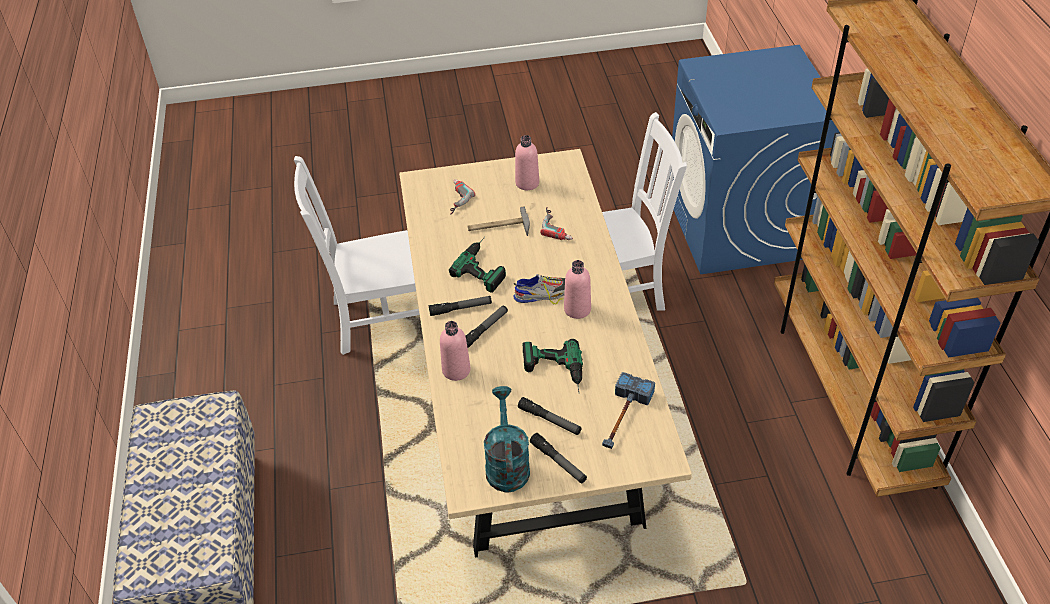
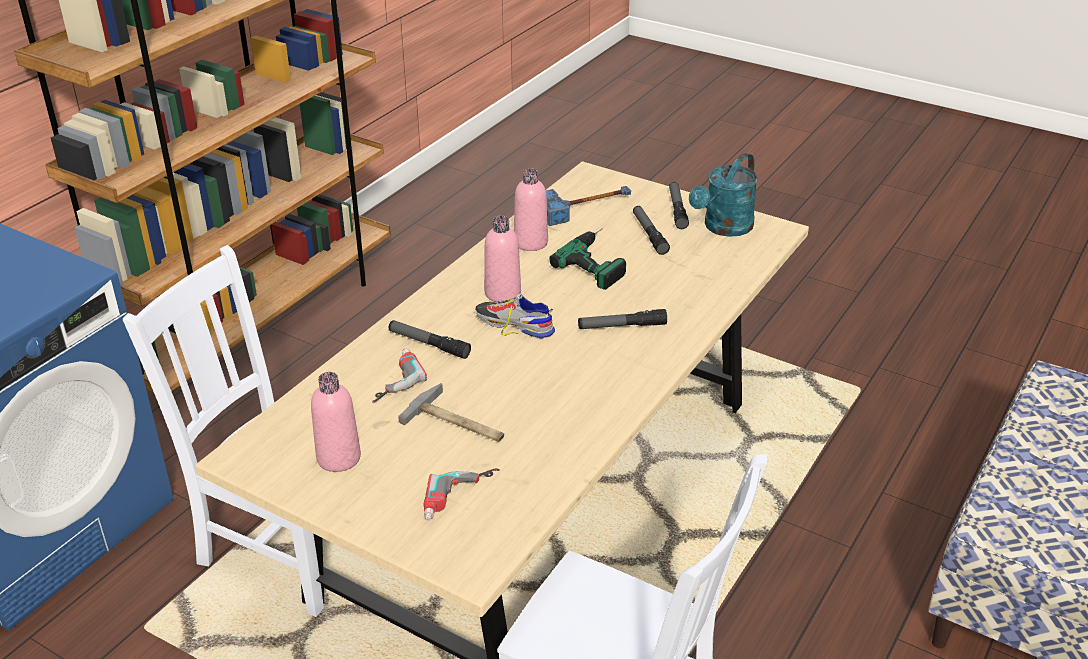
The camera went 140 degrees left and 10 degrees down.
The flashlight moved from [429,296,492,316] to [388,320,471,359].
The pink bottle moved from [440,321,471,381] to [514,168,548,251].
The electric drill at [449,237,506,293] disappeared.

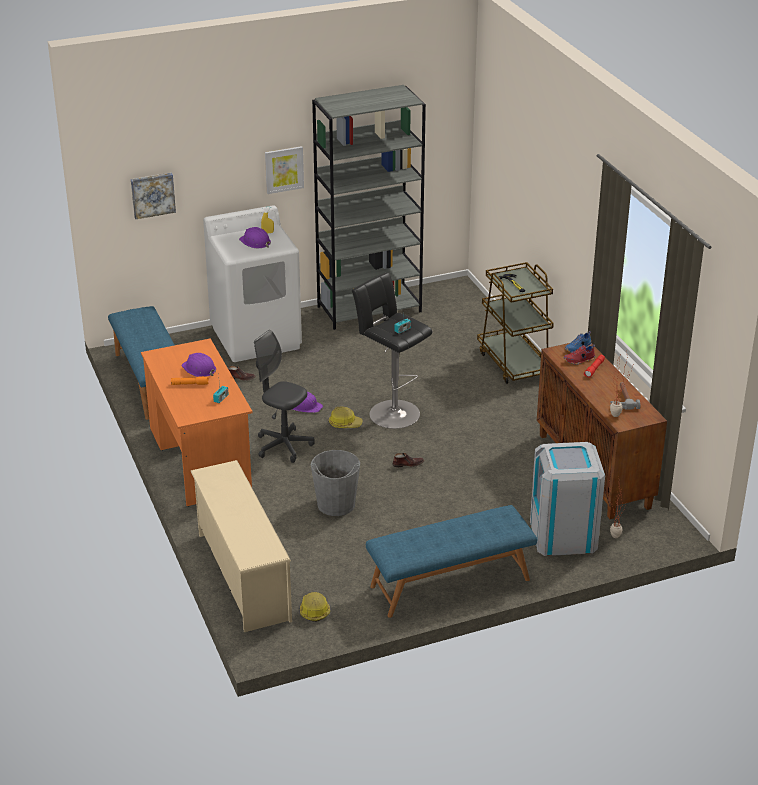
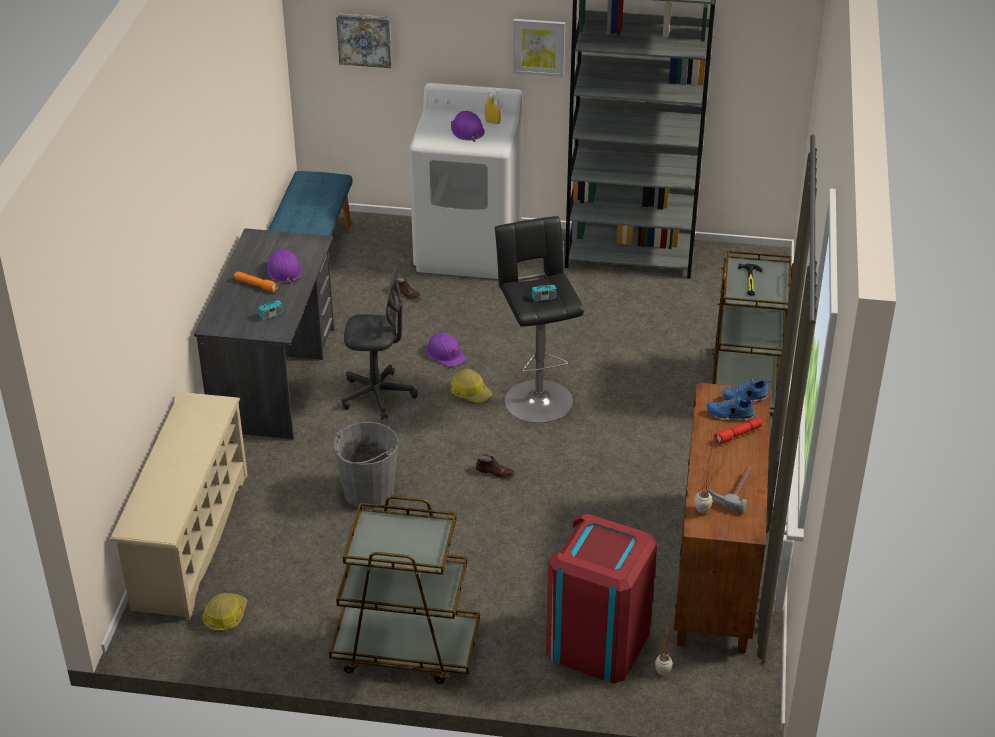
The camera went 30 degrees right and 5 degrees up.
The orangey desk at [141,338,253,506] became the grey desk at [194,228,334,439].
The grey computer chair at [254,330,315,463] turned 120 degrees clockwise.
The bluish long seat at [366,505,537,618] was replaced by the brown-coloured trolley at [329,496,480,684].
The grey rubbish bin at [530,442,605,556] became the red rubbish bin at [546,514,657,683].
The red low shoe at [564,344,595,365] became the bluish low shoe at [706,397,756,421].

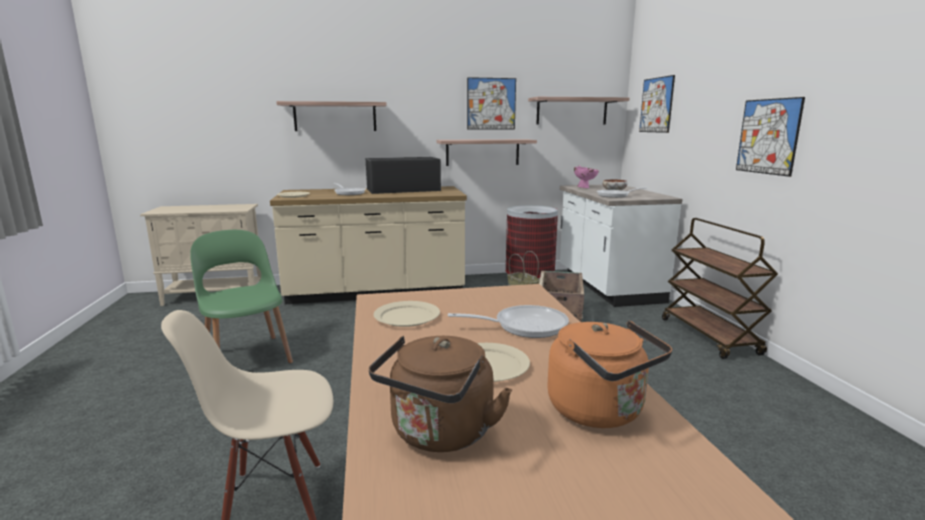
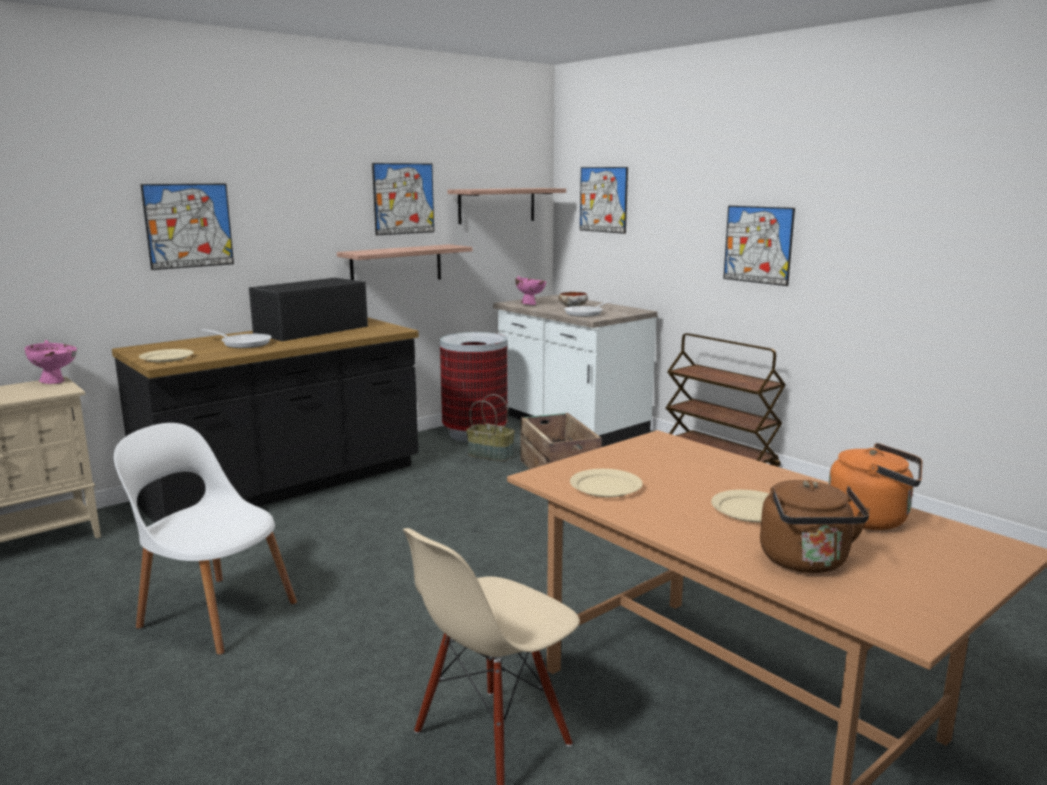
The camera went 30 degrees left and 0 degrees up.
The green chair at [190,230,293,363] became the whitish chair at [114,423,297,655].
The sand-coloured counter at [270,186,467,304] became the black counter at [112,317,419,523].
The shelf at [276,101,387,131] was replaced by the wall picture at [141,183,234,270].
The pan at [448,305,569,338] disappeared.
The pink bowl at [25,340,77,384] appeared.

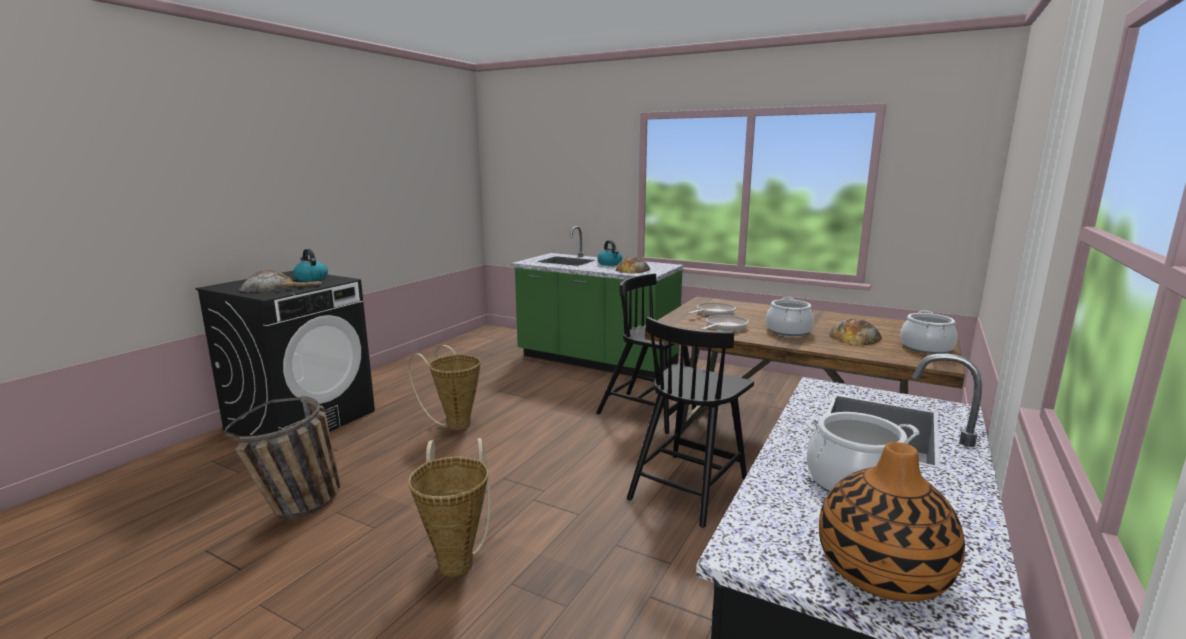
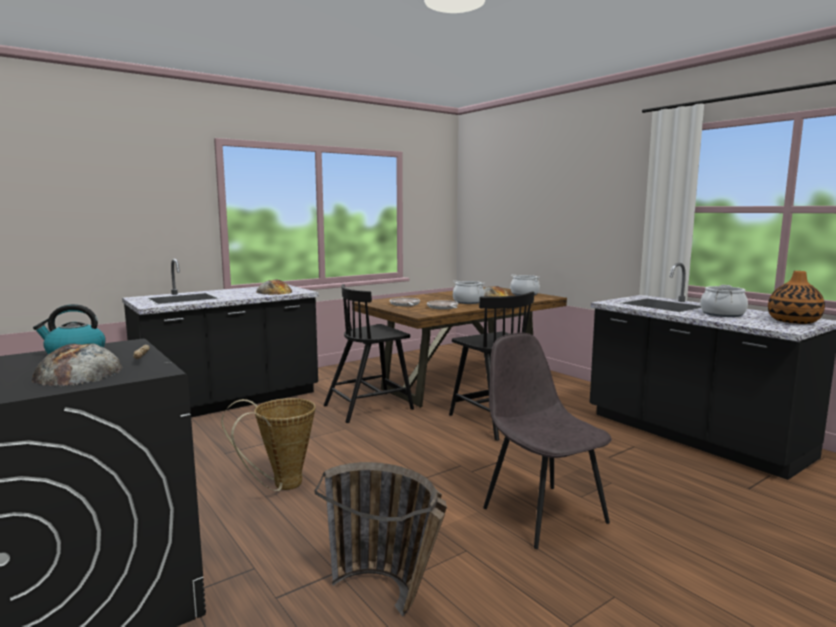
The camera went 65 degrees left and 5 degrees down.
The storage basket at [408,438,491,577] was replaced by the grey chair at [483,333,612,549].
The green counter at [511,226,684,379] became the black counter at [122,259,319,417].
The water kettle at [597,240,622,266] disappeared.

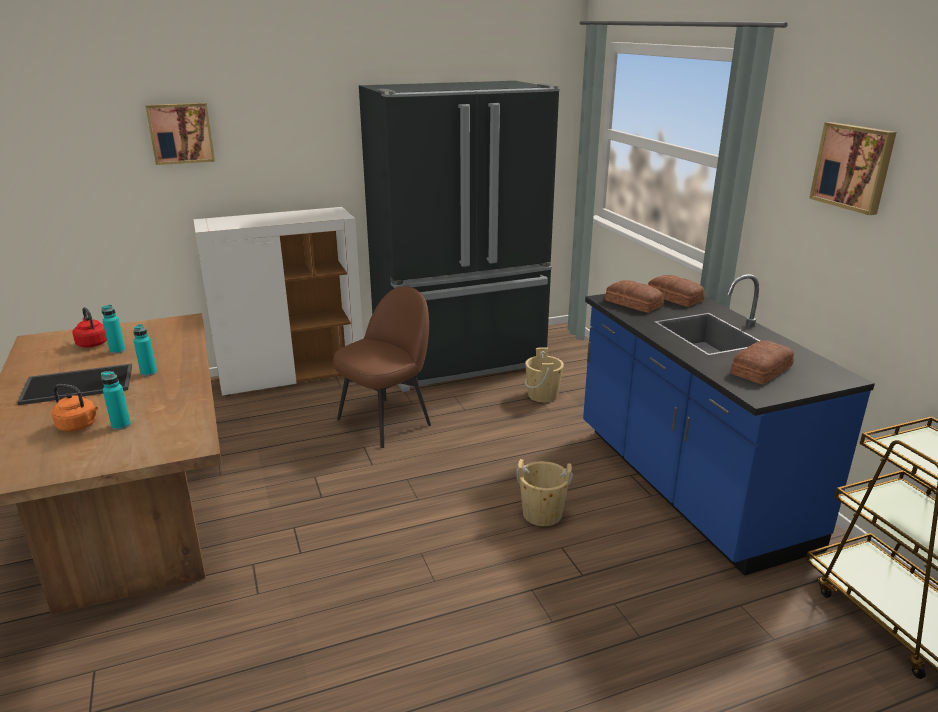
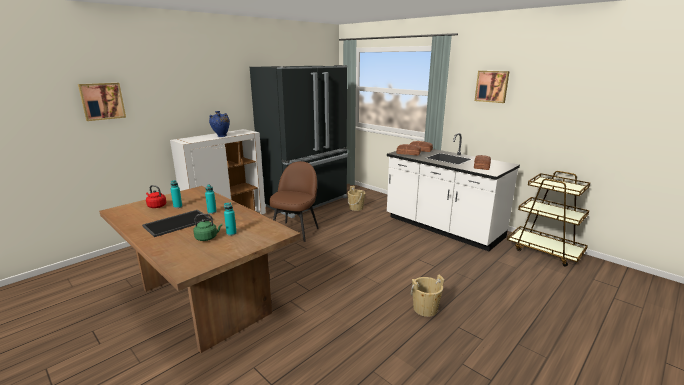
The camera went 25 degrees left and 5 degrees down.
The orangey water kettle at [52,384,98,432] became the green water kettle at [193,214,222,241].
The wall picture moved from [145,103,215,165] to [78,83,126,121].
The sand-coloured pail moved from [516,459,573,526] to [411,275,444,317].
The bluish counter at [583,274,875,576] became the whitish counter at [387,133,520,251].
The bluish decorative vase at [209,111,230,137] appeared.

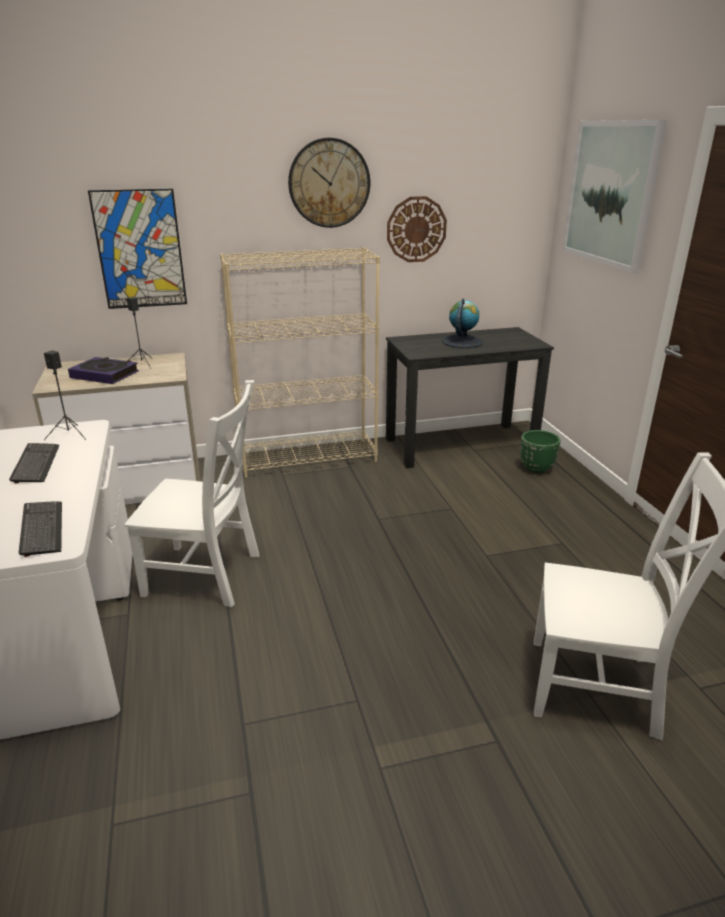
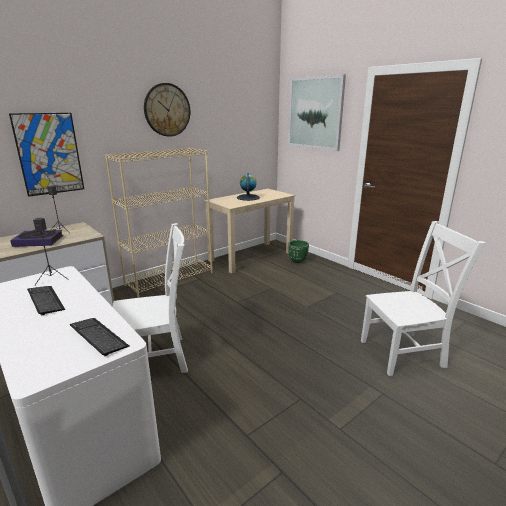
The camera went 25 degrees left and 5 degrees down.
The black desk at [386,327,554,468] became the sand-coloured desk at [204,189,295,273].
The hanging clock at [387,196,447,262] disappeared.

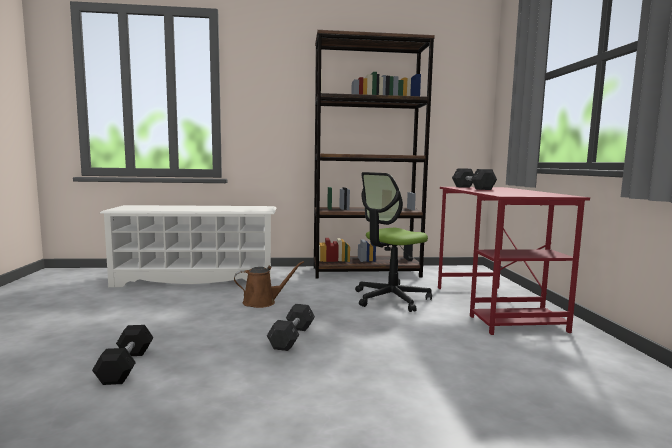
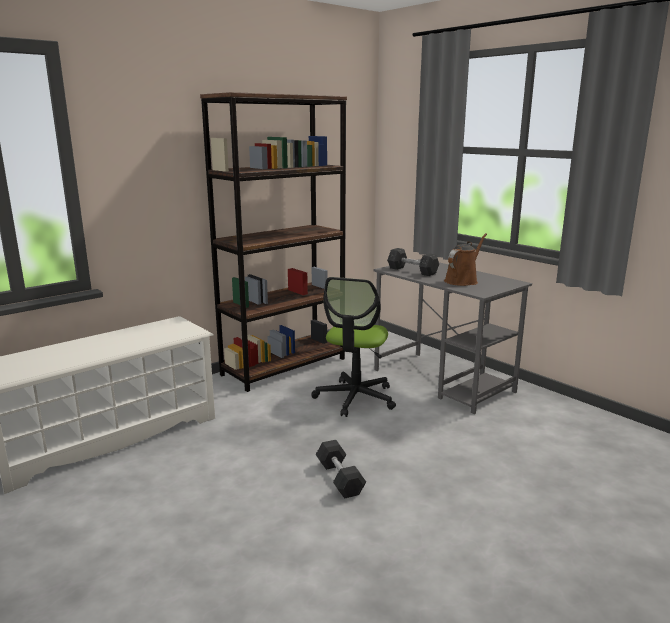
The camera went 35 degrees left and 10 degrees up.
The black hand weight at [92,325,154,385] disappeared.
The brown-coloured watering pot moved from [234,261,304,308] to [444,233,487,286].
The red desk at [438,187,590,335] became the grey desk at [373,259,532,414].

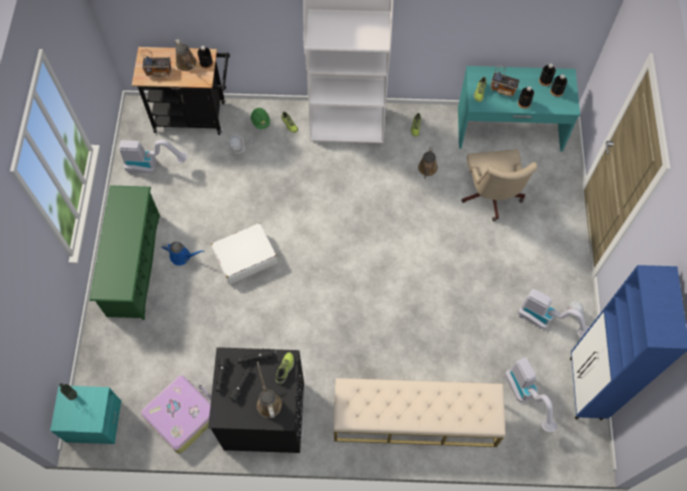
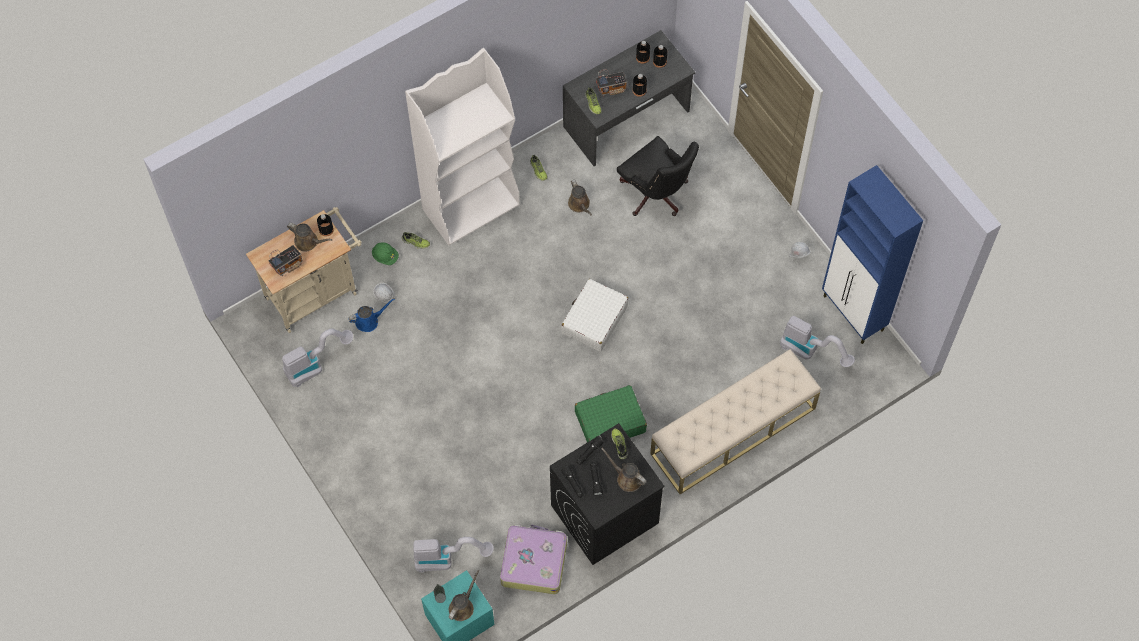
The camera went 35 degrees left and 0 degrees up.
The green shoe rack at [89,185,160,320] disappeared.
The black trolley at [132,47,230,135] became the sand-coloured trolley at [246,207,362,333].
The bluish watering pot moved from [161,242,204,266] to [348,298,395,332].
The whitish piece of luggage moved from [211,223,277,284] to [561,279,628,352].
The turquoise-coloured desk at [458,66,580,152] became the grey desk at [563,30,695,166].
The sand-coloured computer chair at [461,149,537,221] became the black computer chair at [617,136,699,216].
The hoover moved from [518,289,589,338] to [413,537,494,573].
The brown-coloured watering pot at [449,570,479,621] appeared.
The green piece of luggage at [575,385,647,442] appeared.

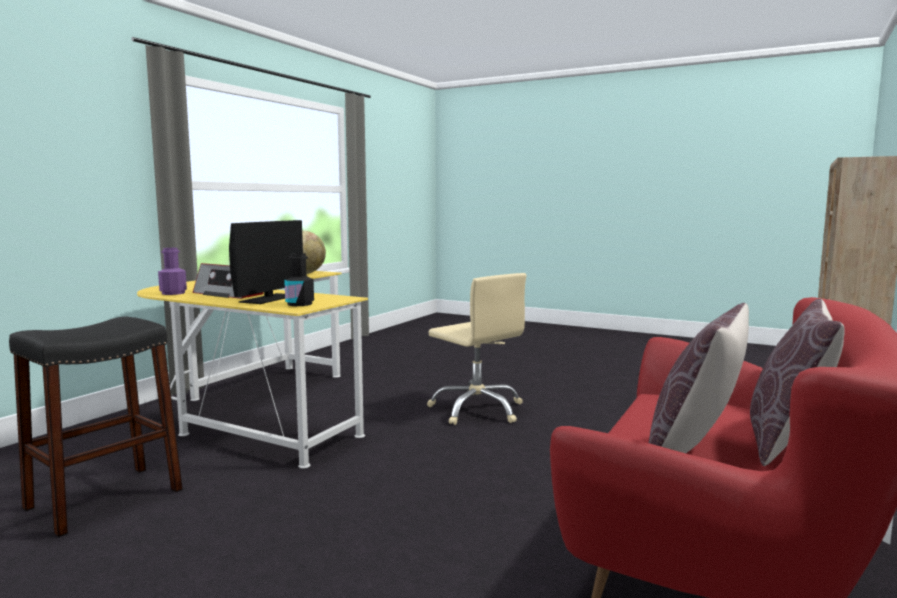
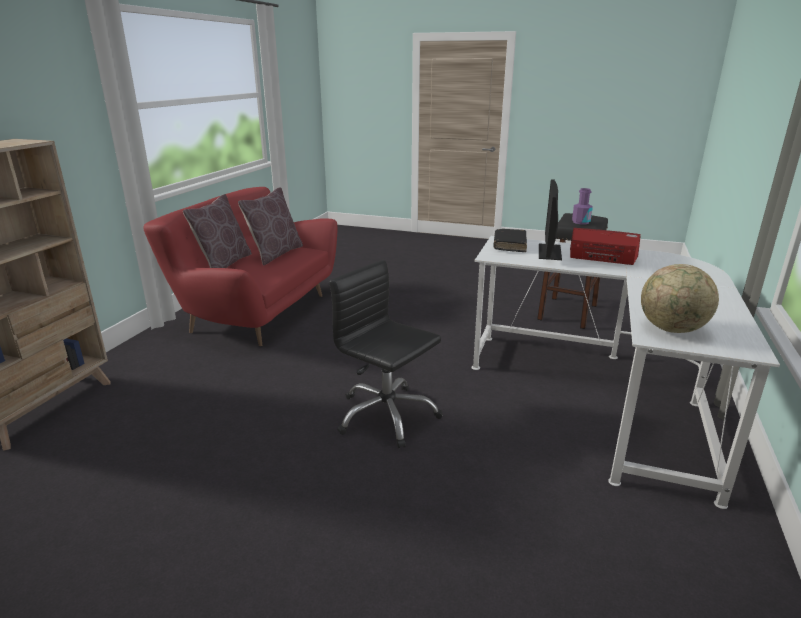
The camera went 170 degrees right and 15 degrees up.
The yellowish desk at [137,271,368,469] became the whitish desk at [471,236,780,509].
The purple-coloured bottle moved from [158,248,187,295] to [572,188,593,225].
The black bottle at [284,253,314,306] was replaced by the black volume at [494,229,527,252].
The sand-coloured computer chair at [427,273,526,425] became the black computer chair at [329,260,443,448].

